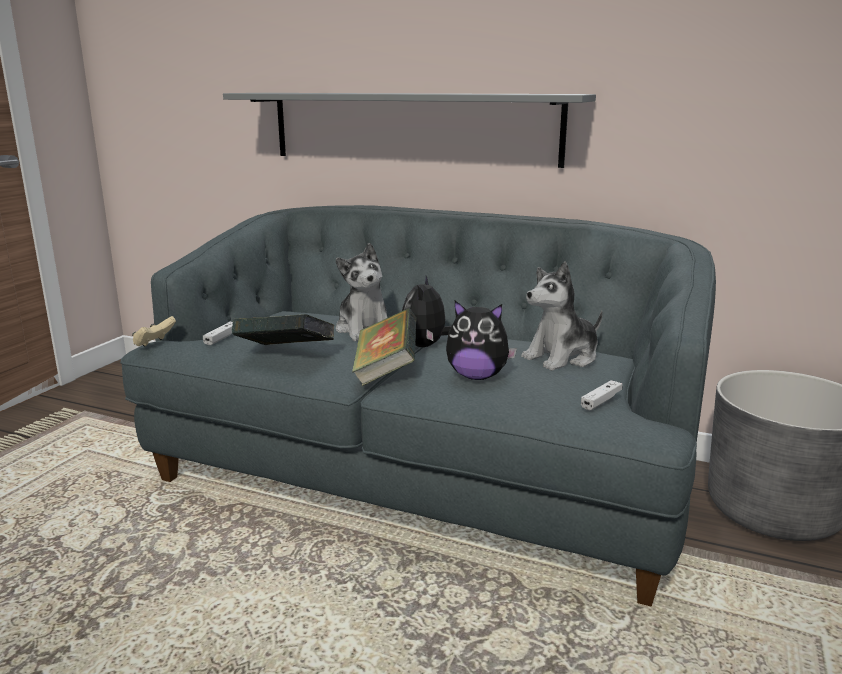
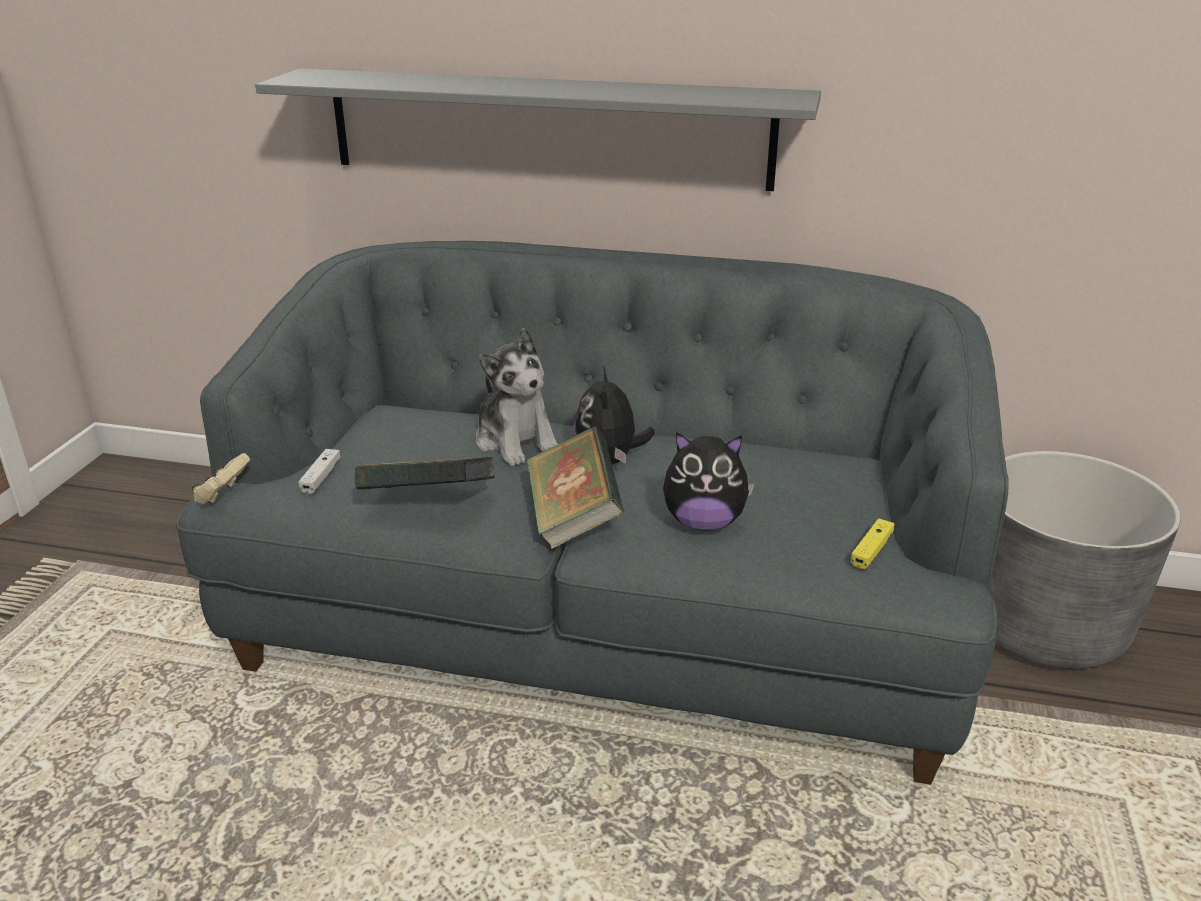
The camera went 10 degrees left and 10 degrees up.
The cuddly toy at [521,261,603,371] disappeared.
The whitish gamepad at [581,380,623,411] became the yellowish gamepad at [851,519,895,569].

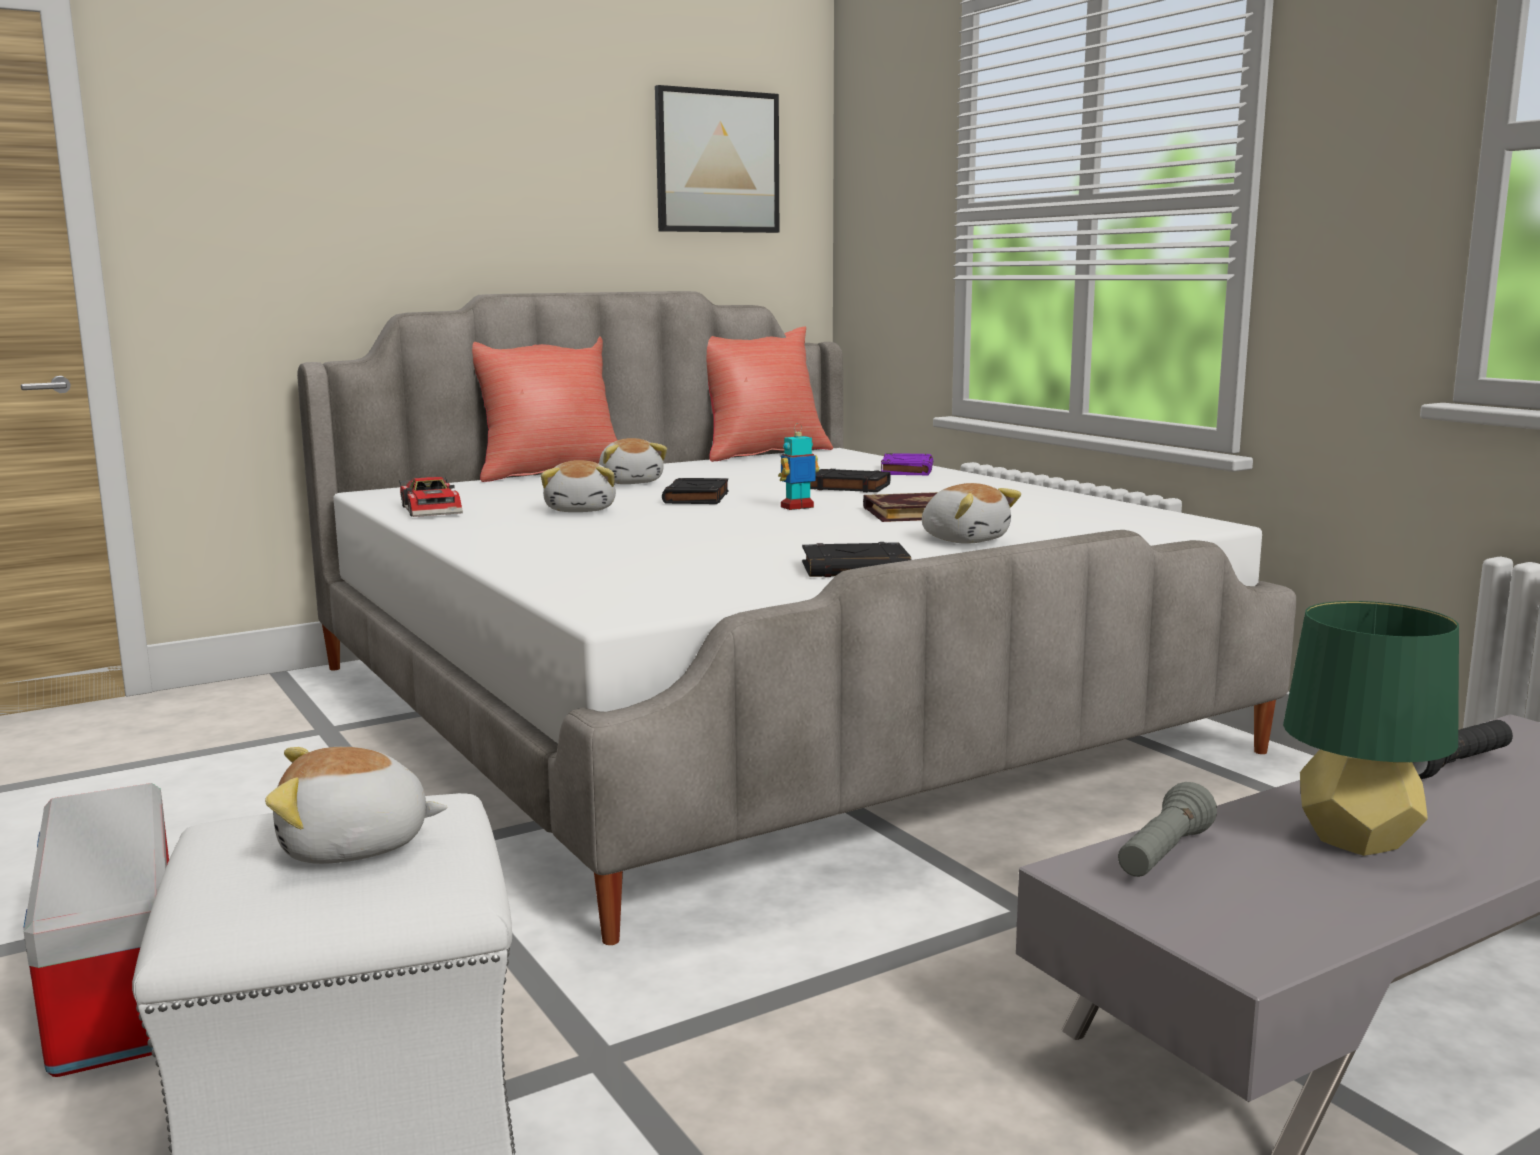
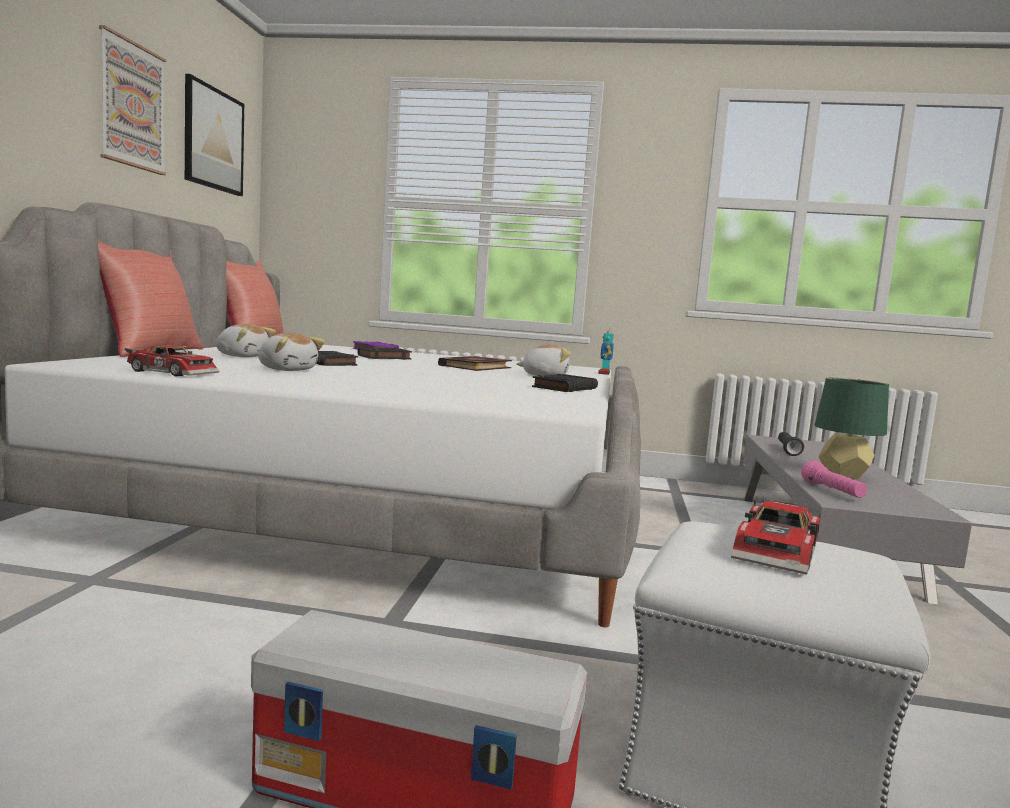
The camera went 50 degrees left and 5 degrees down.
The cuddly toy at [265,747,448,864] was replaced by the model car at [731,496,822,575].
The toy robot moved from [778,423,819,510] to [598,326,614,375].
The grey flashlight at [1118,782,1217,877] became the pink flashlight at [801,460,867,498].
The wall picture at [99,25,166,175] appeared.

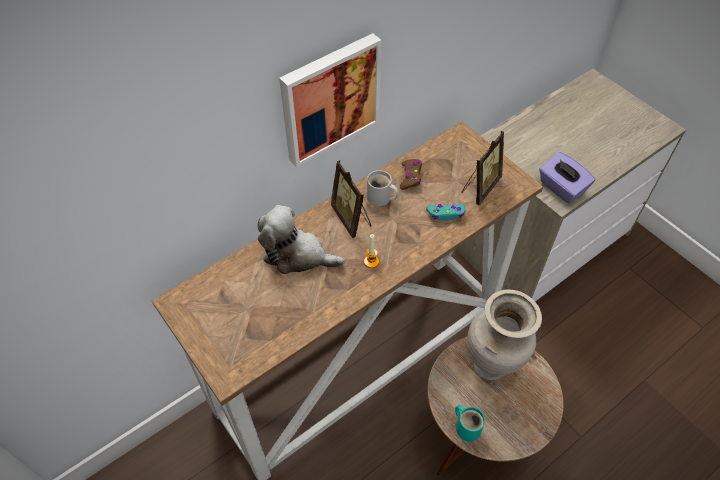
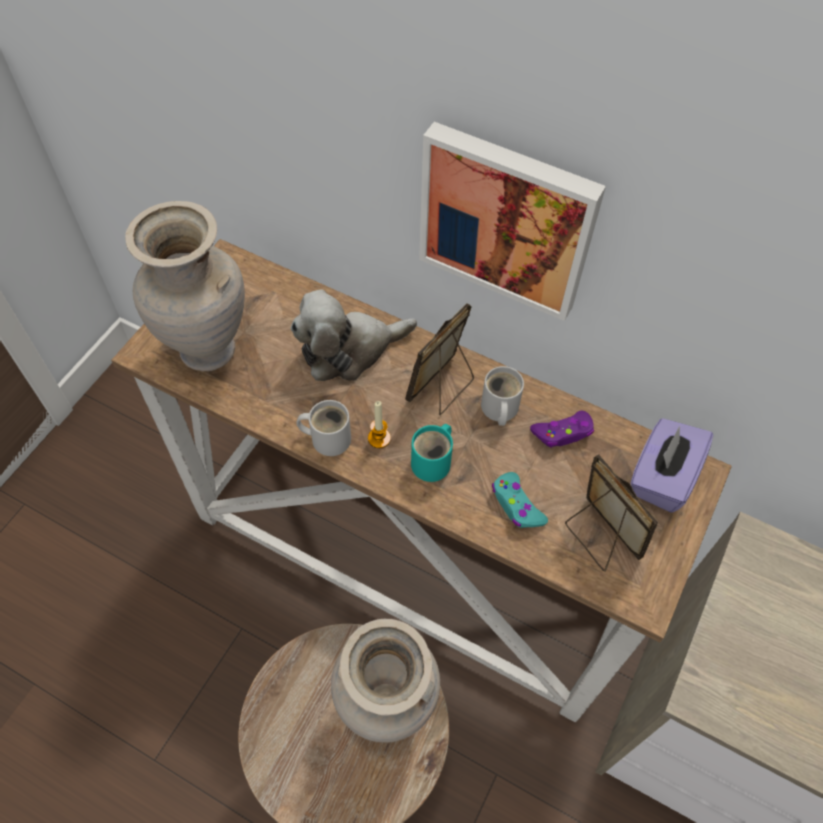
The camera went 65 degrees right and 5 degrees up.
The cuddly toy at [258,205,345,274] turned 105 degrees counterclockwise.
The brown-coloured gamepad at [400,159,422,190] became the purple-coloured gamepad at [530,411,594,448].
The turquoise-coloured tea mug moved from [455,405,485,441] to [411,424,453,482].
The photo frame at [461,131,504,205] turned 135 degrees counterclockwise.
The purple-coloured tissue holder moved from [539,152,595,203] to [630,418,713,512].
The sand-coloured decorative vase at [125,201,245,371] appeared.
The whitish tea mug at [296,400,351,456] appeared.

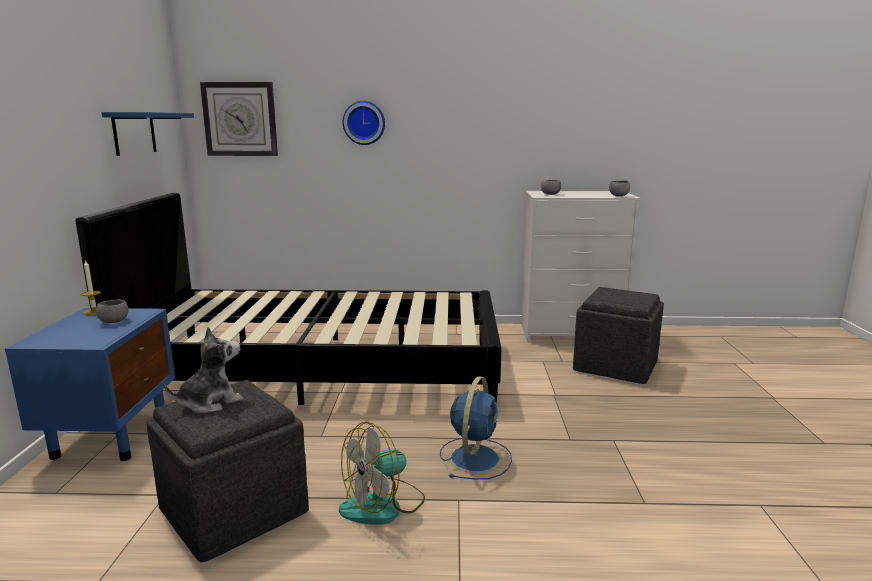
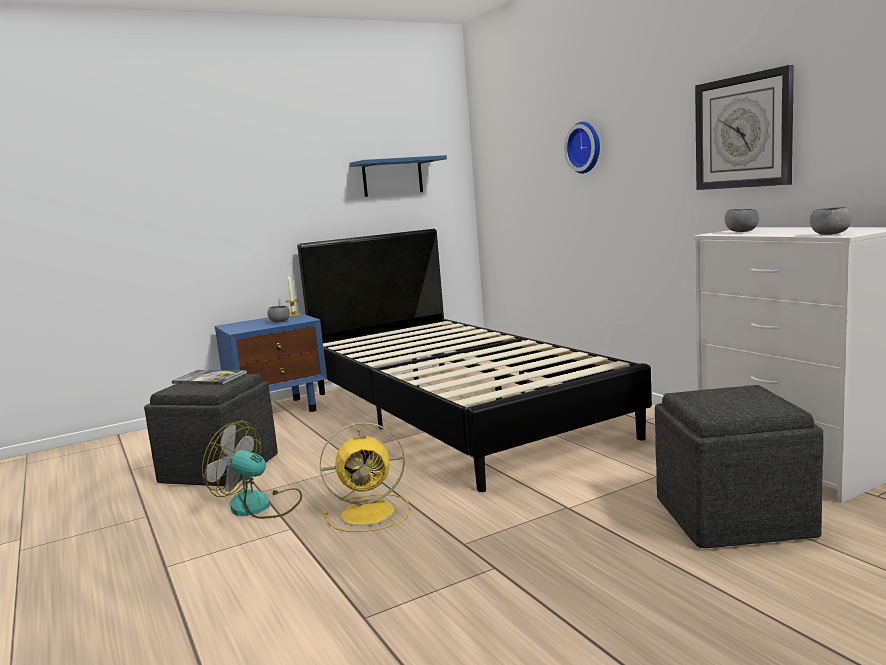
The camera went 60 degrees right and 5 degrees down.
The cuddly toy at [165,327,243,413] was replaced by the volume at [172,370,247,385].
The hanging clock moved from [200,82,278,156] to [695,65,794,190].
The bluish fan at [440,376,512,479] became the yellowish fan at [320,422,410,532].

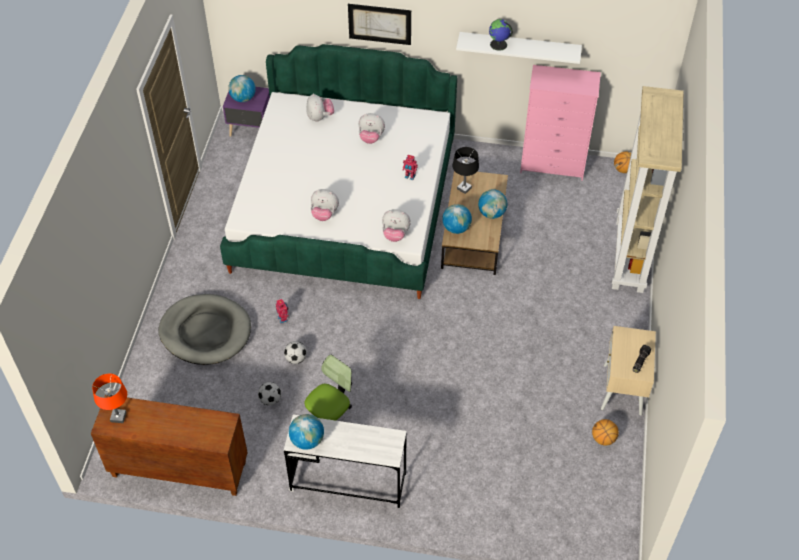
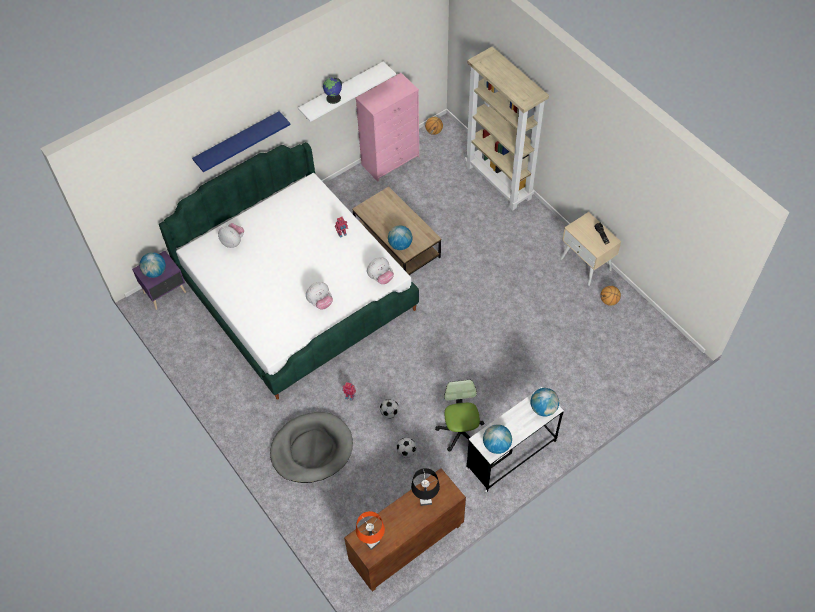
The camera went 45 degrees left and 5 degrees up.
The wall picture at [348,4,411,45] was replaced by the bluish shelf at [192,111,291,172].
The cuddly toy at [359,113,385,144] disappeared.
The black lamp for a table moved from [452,147,479,194] to [411,468,440,506].
The desk globe moved from [478,189,507,219] to [530,388,559,416].

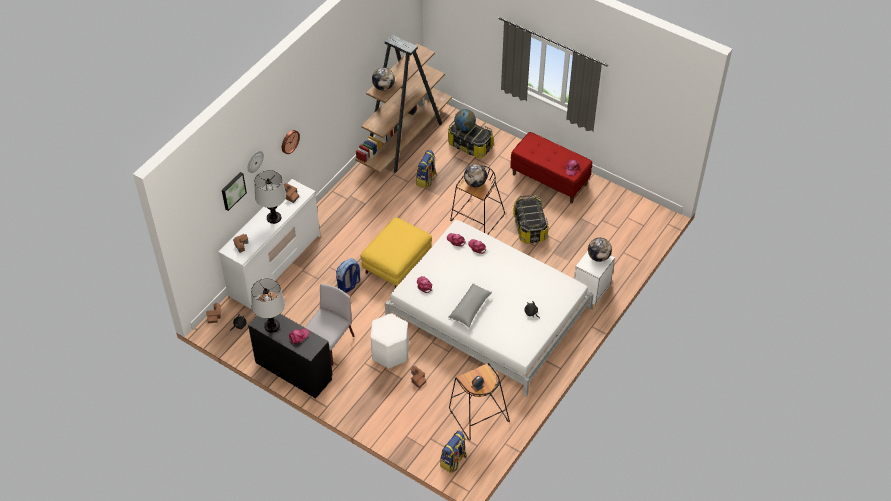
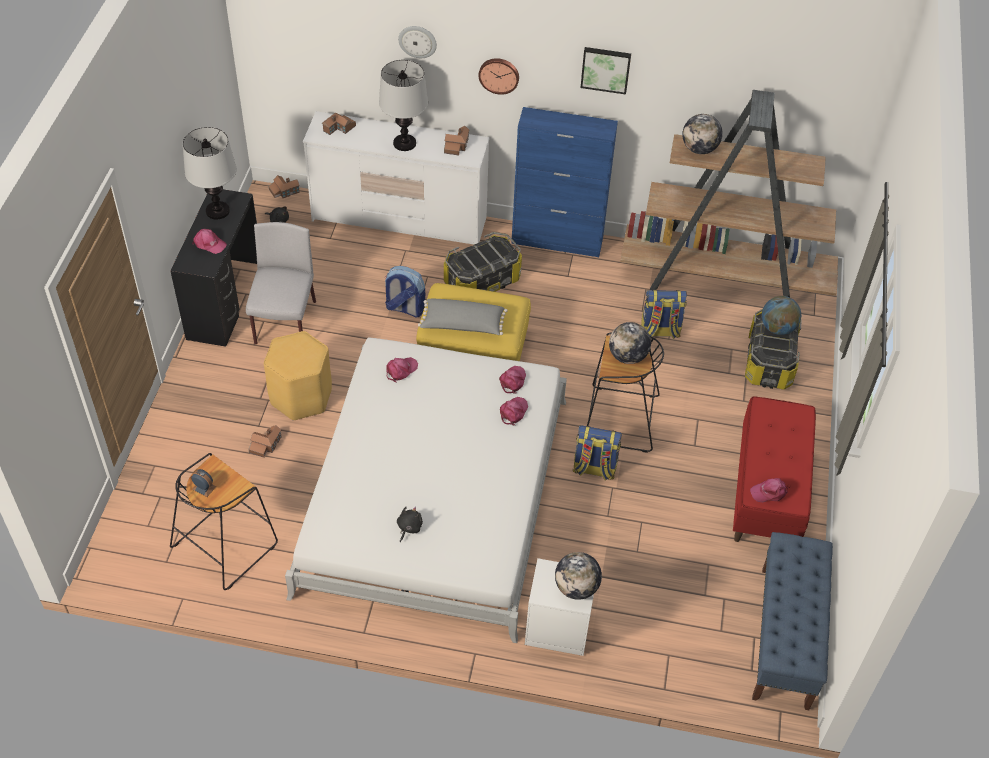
The camera went 65 degrees right and 0 degrees up.
The wall picture moved from [222,172,247,211] to [580,47,631,95].
The grey chair at [305,284,354,366] turned 90 degrees counterclockwise.
The whitish sitting stool at [370,313,409,368] became the yellowish sitting stool at [264,331,332,421].
The knapsack moved from [440,431,467,473] to [573,425,622,481].
The grey pillow moved from [448,283,492,329] to [418,299,508,335].
The storage box moved from [513,195,549,243] to [444,232,522,292].
The bluish storage cabinet at [511,107,618,257] appeared.
The bluish long seat at [752,532,833,710] appeared.

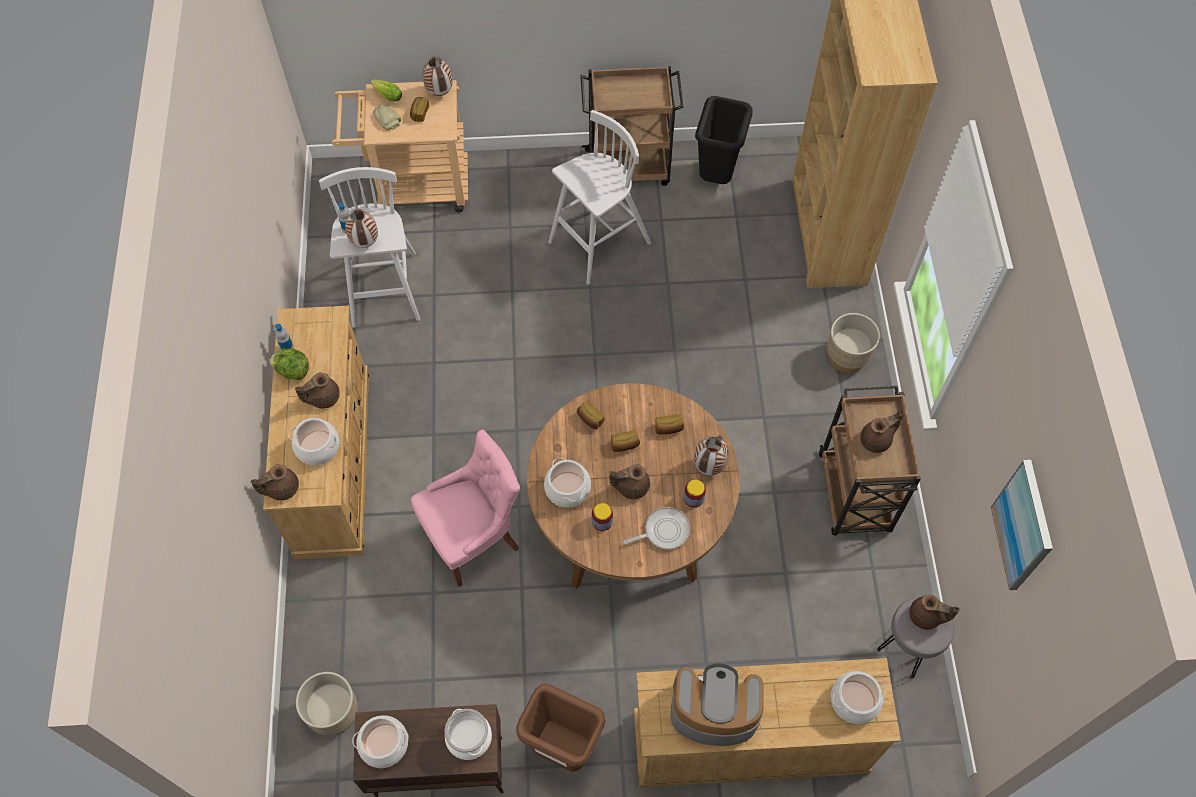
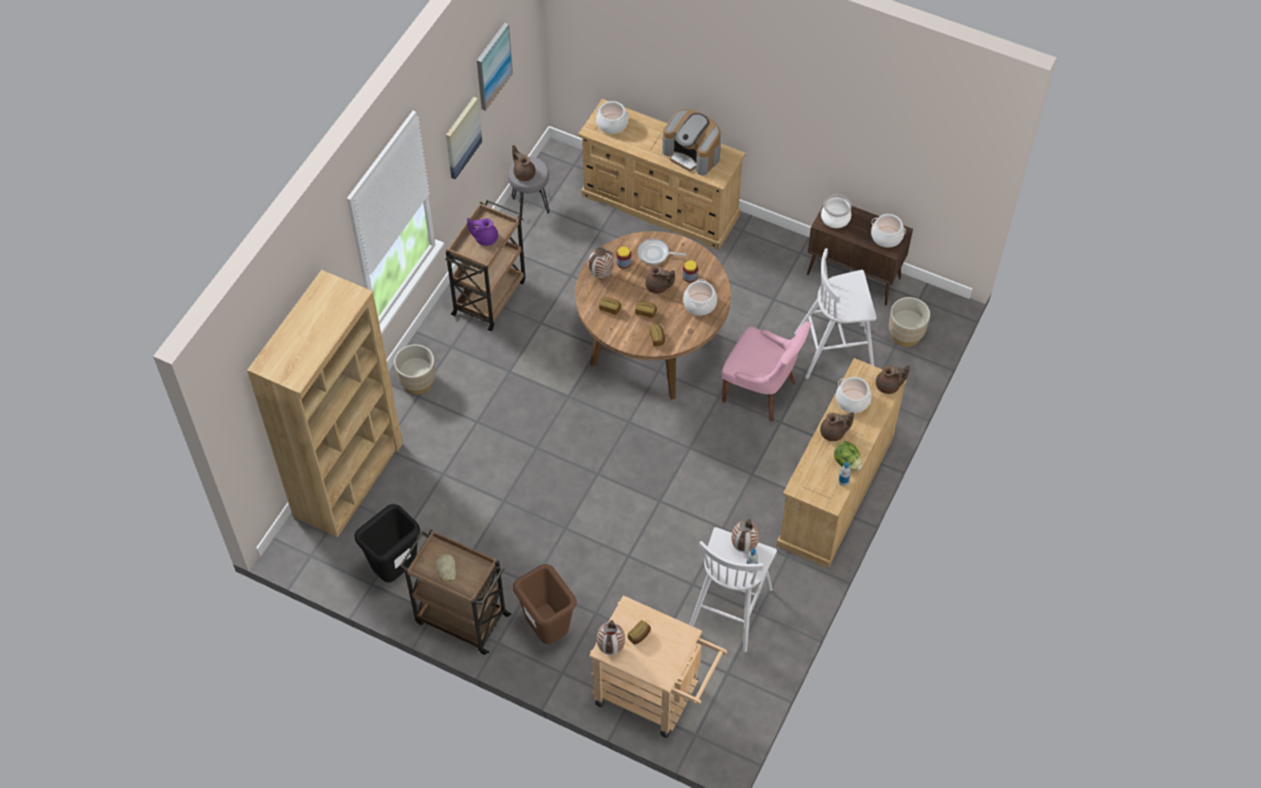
The camera went 150 degrees left and 5 degrees down.
The head of lettuce at [370,79,402,102] disappeared.
The baked bread moved from [373,104,401,130] to [435,555,456,582].
The pink chair at [411,429,520,587] turned 150 degrees counterclockwise.
The brown-coloured rubbish bin moved from [516,683,605,772] to [513,564,577,644].
The whitish sitting stool moved from [548,110,651,285] to [795,248,877,379].
The brown-coloured tea pot at [860,410,904,453] became the purple-coloured tea pot at [467,218,498,246].
The wall picture at [446,97,482,179] appeared.

